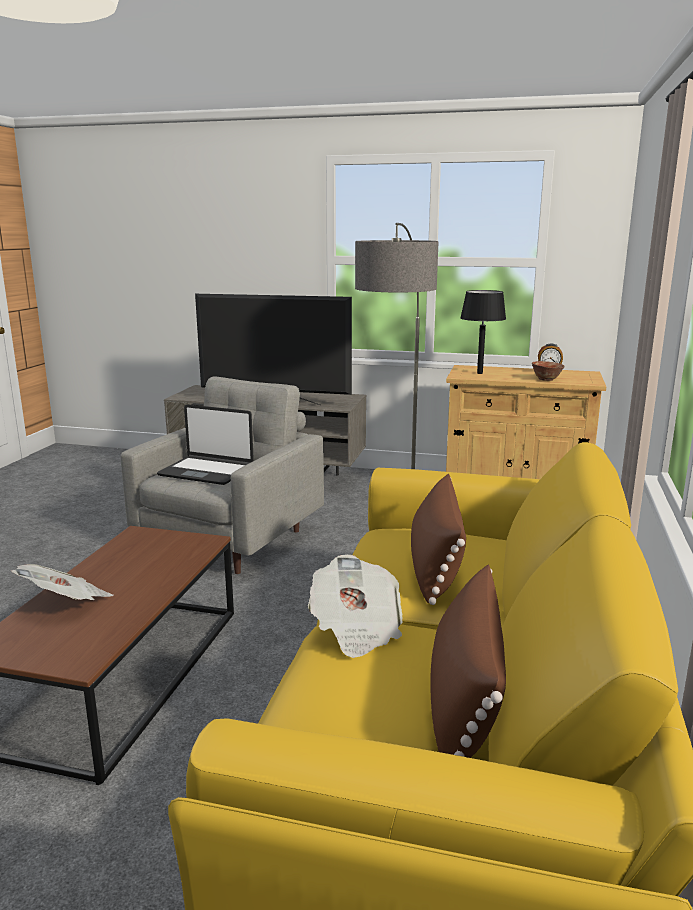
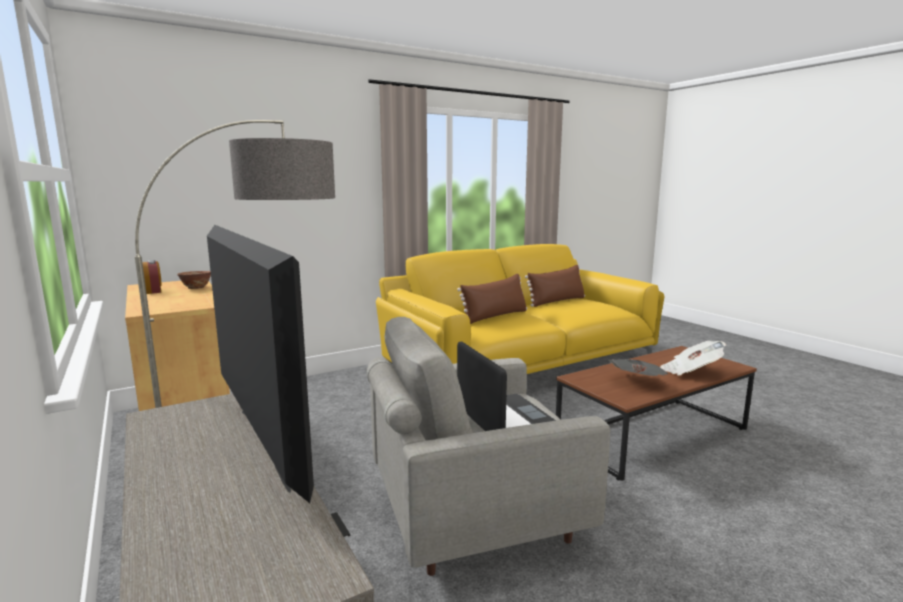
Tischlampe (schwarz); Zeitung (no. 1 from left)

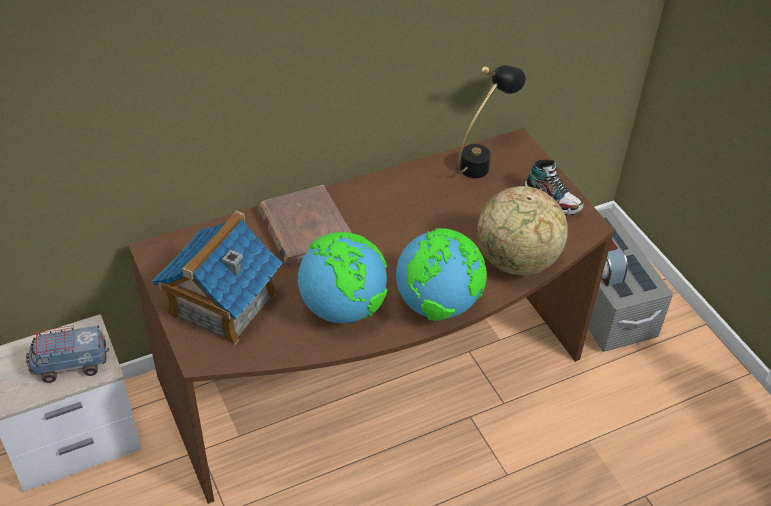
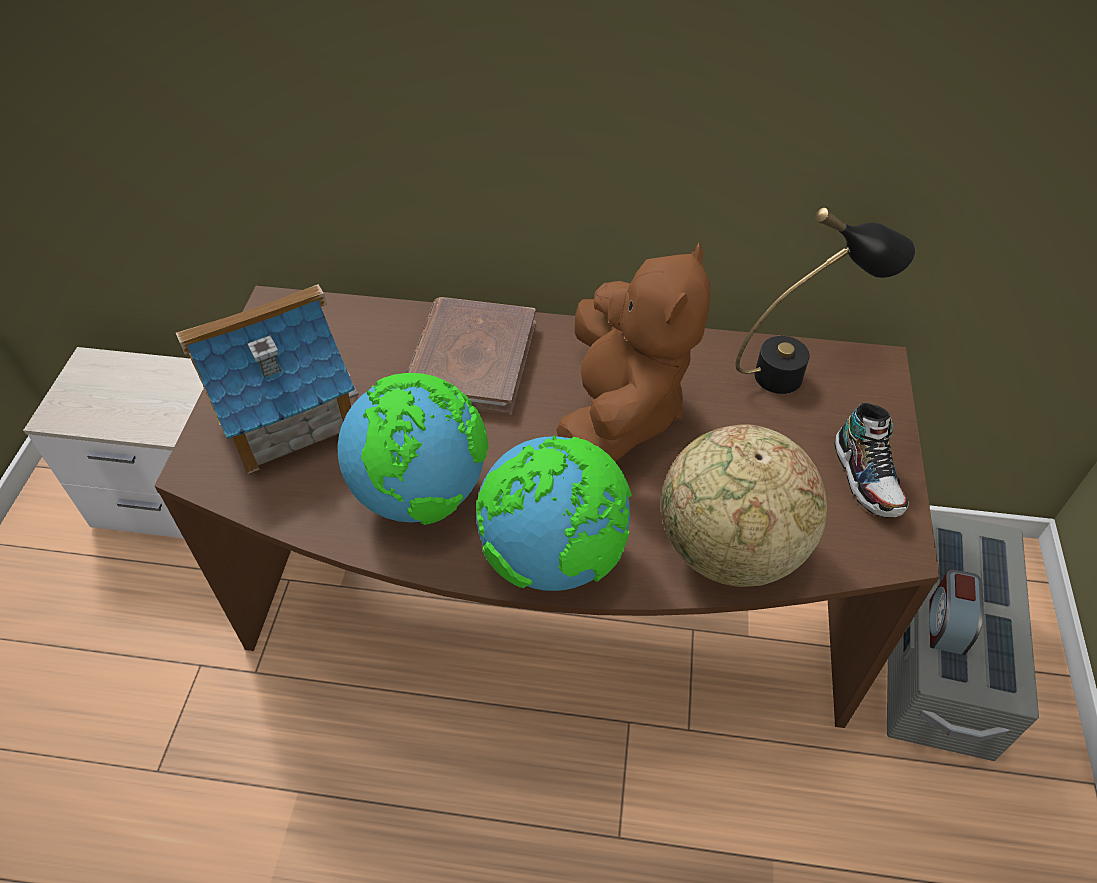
Spielzeuglaster; Plüschtier (braun)

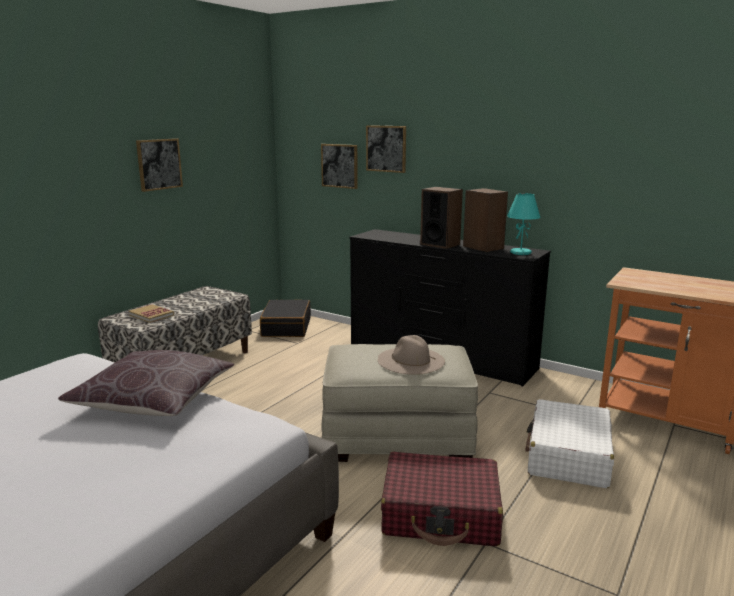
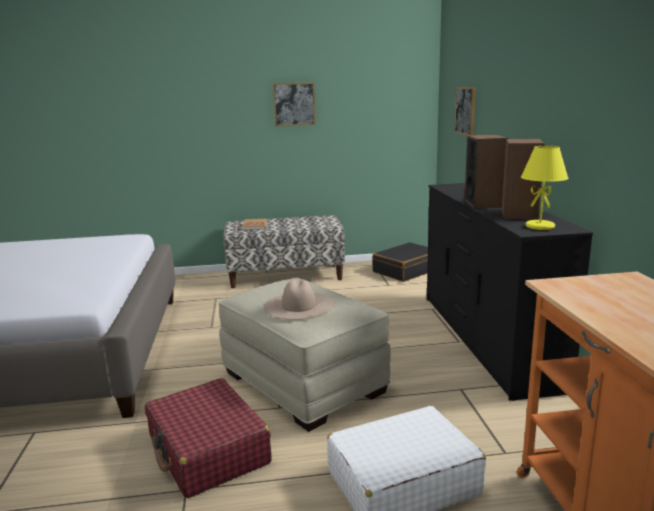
Kissen (braun); Bild (no. 3 from left in the first image); Tischlampe (gelb)

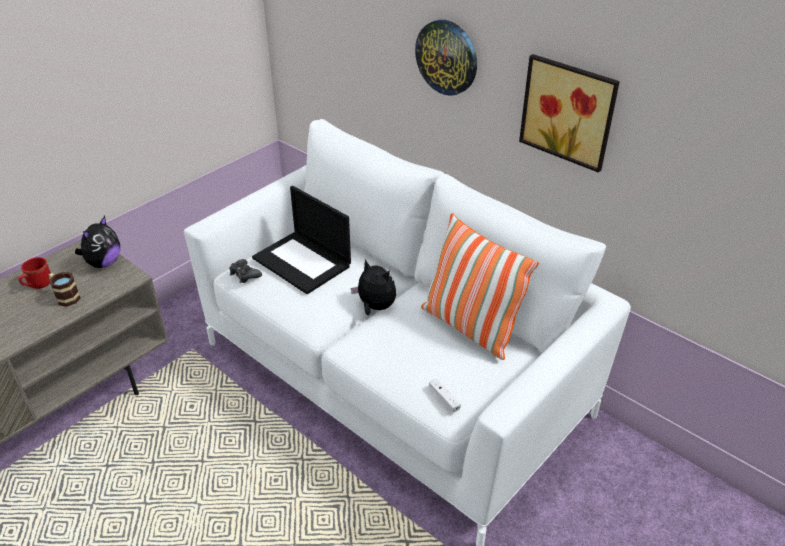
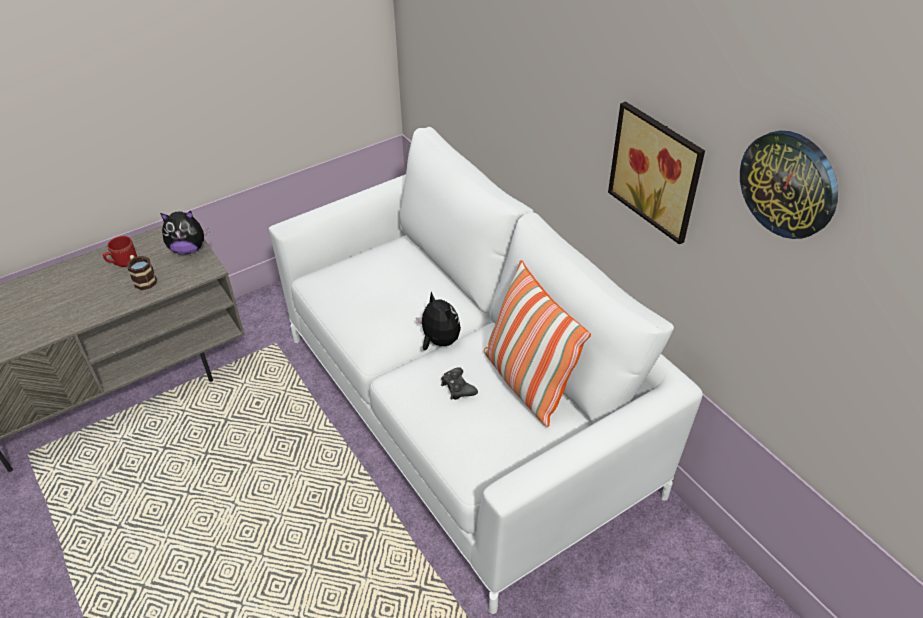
Laptop; Gamepad (weiß); Gamepad (schwarz); Wanduhr; Plüschtier (no. 1 from left)

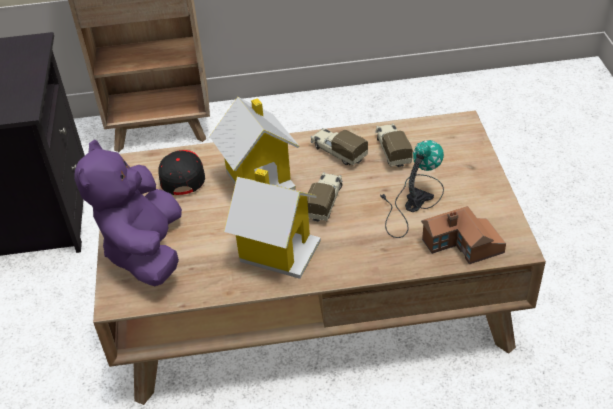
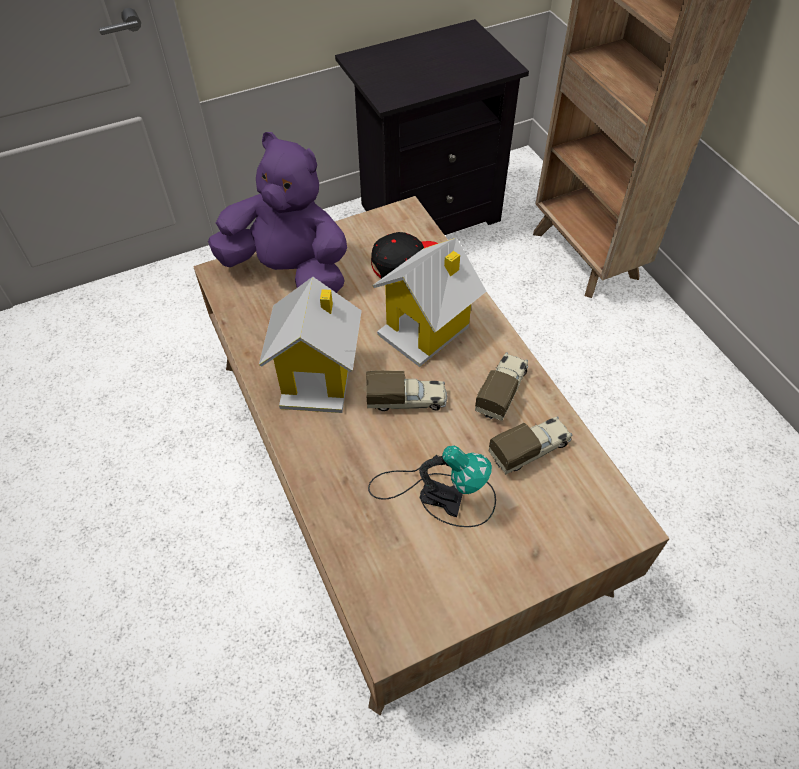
Spielzeughaus (no. 3 from left in the first image); Plüschtier (lila)

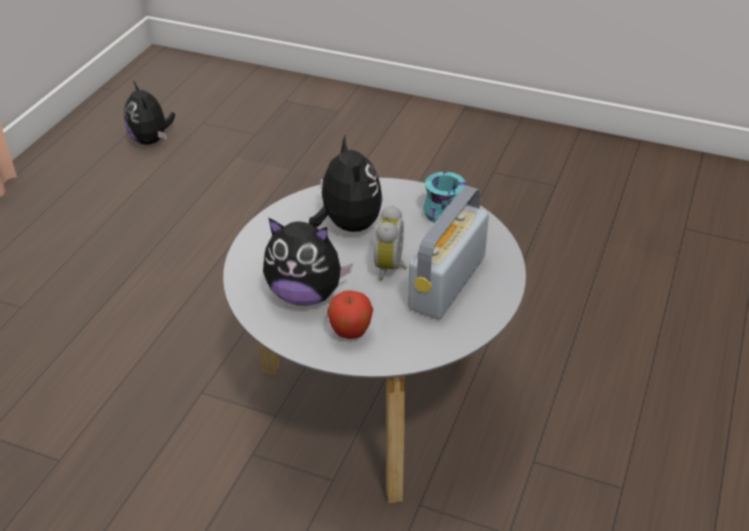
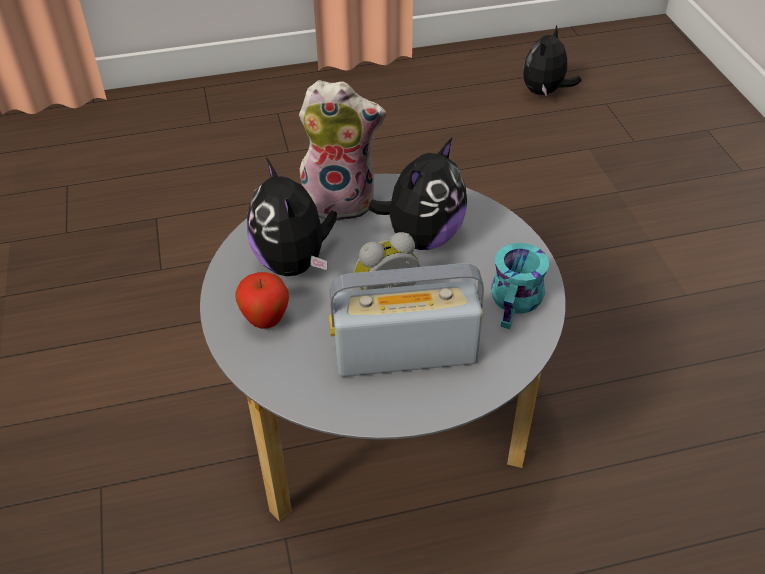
Plüschtier (no. 2 from left)

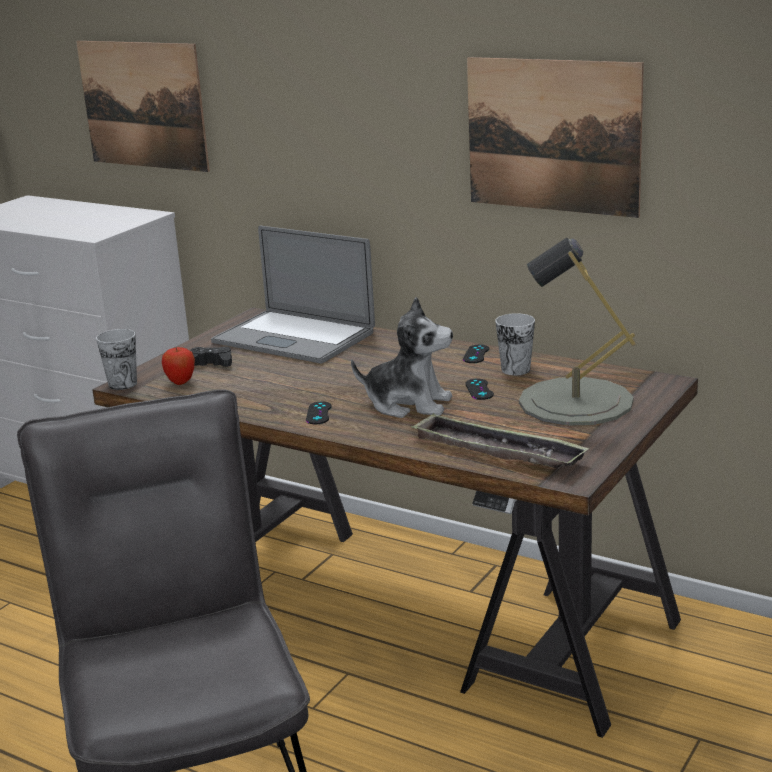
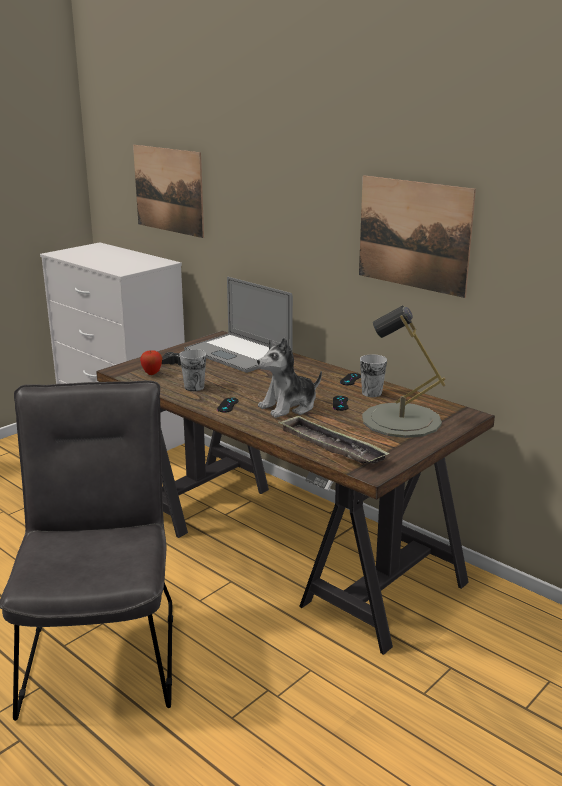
Tasse (no. 1 from left); Plüschtier

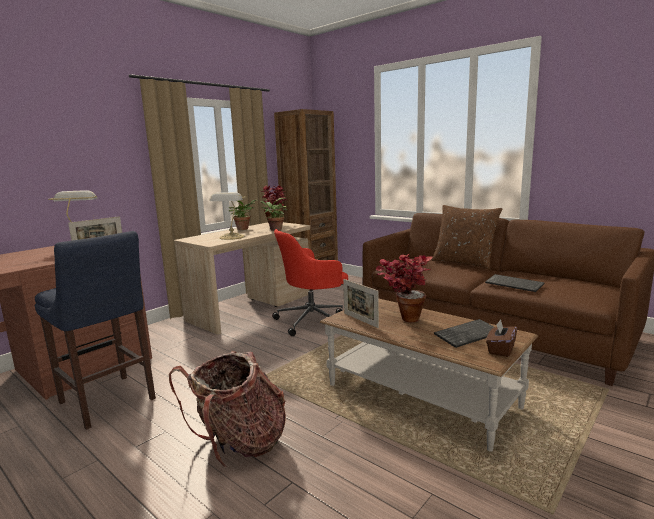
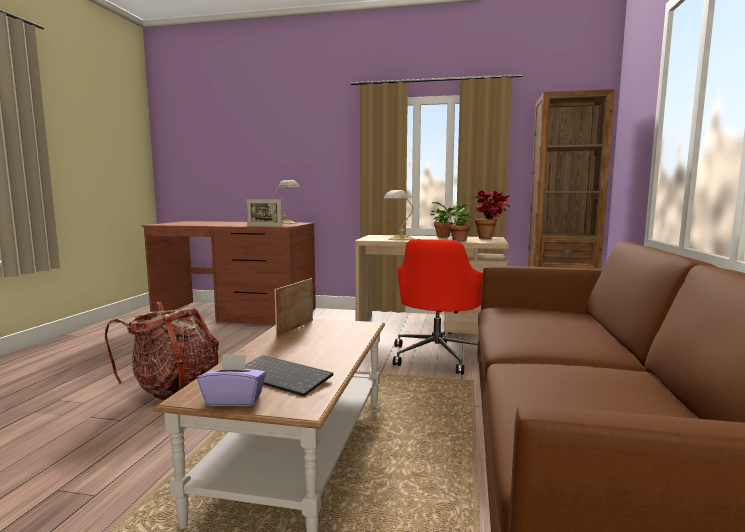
Hocker (blau); Topfpflanze (no. 4 from left in the first image); Kissen (braun); Tastatur (no. 2 from left in the first image); Taschentuchbox (lila); Bürostuhl (rot)

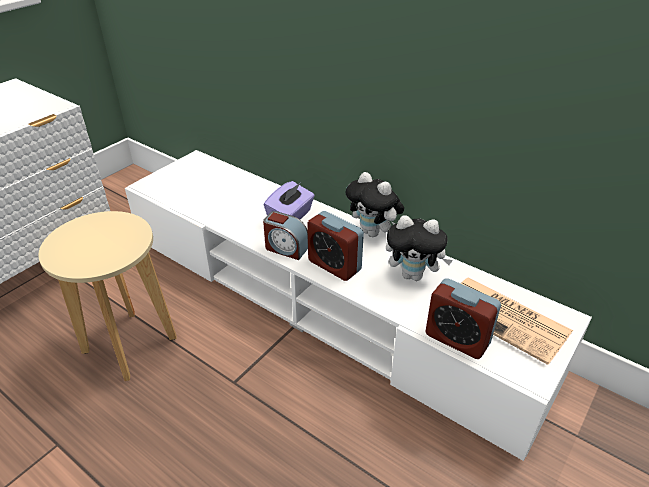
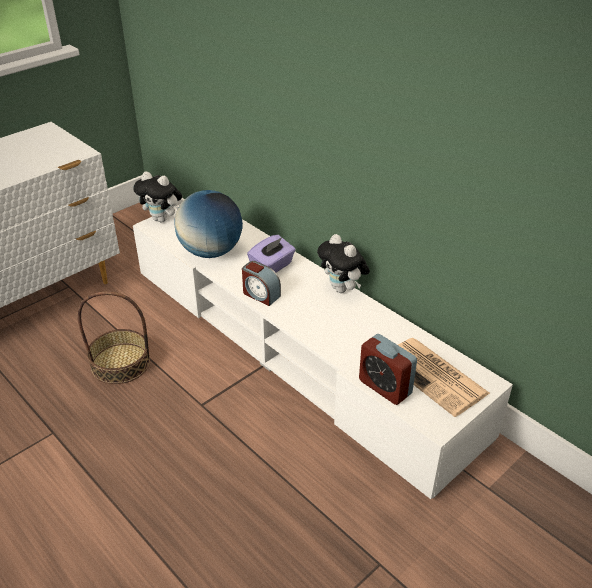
Wecker (no. 2 from left in the first image); Globus; Plüschtier (no. 1 from left); Korb

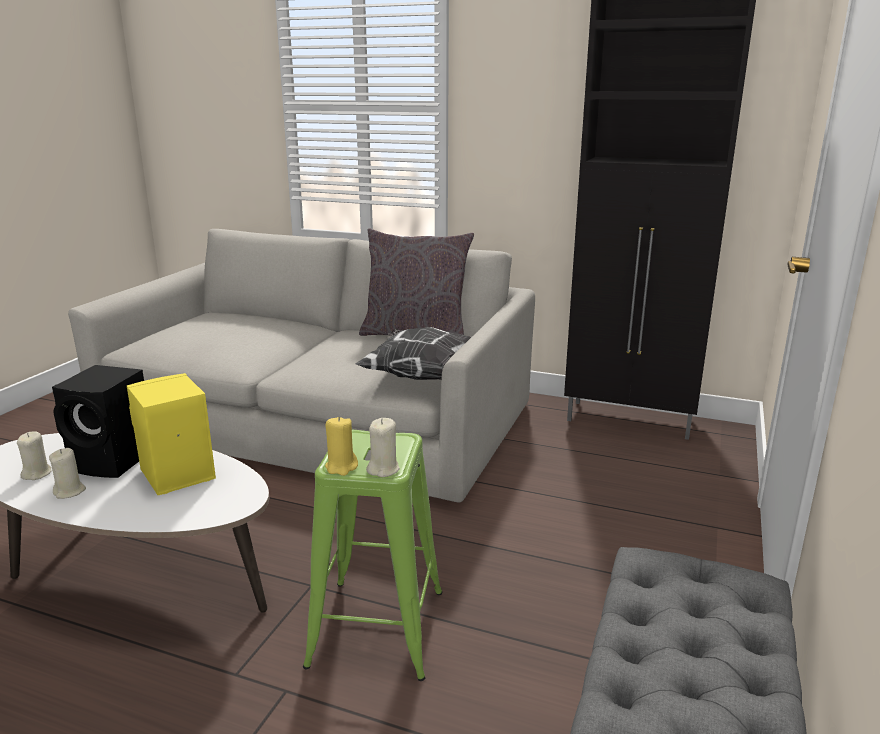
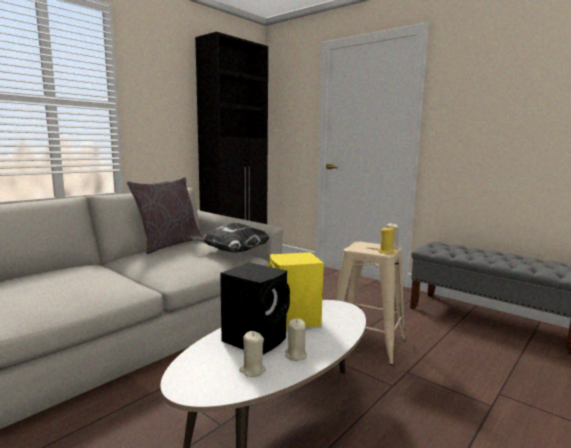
Hocker (beige)

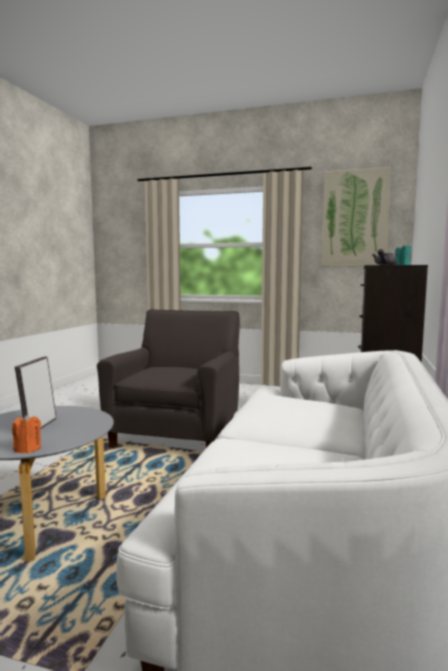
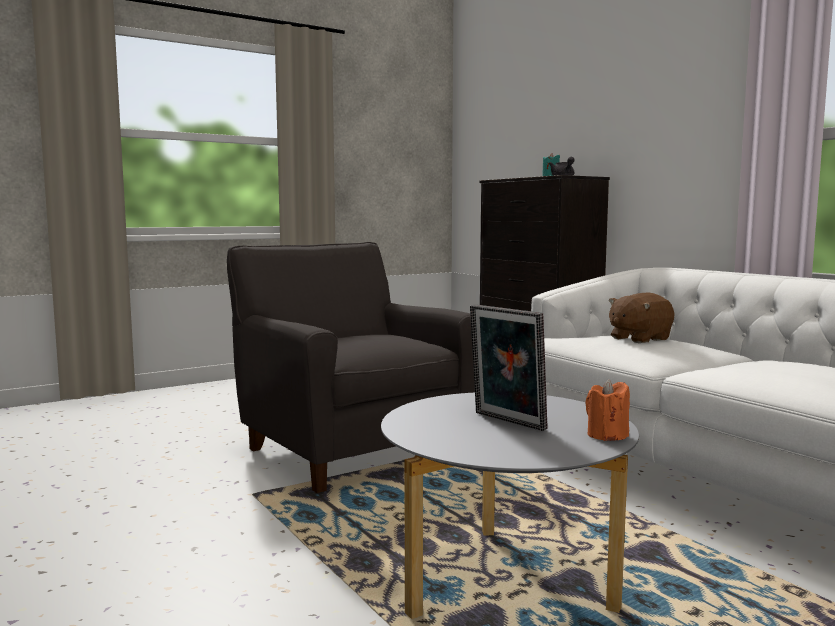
Bild; Plüschtier (braun)

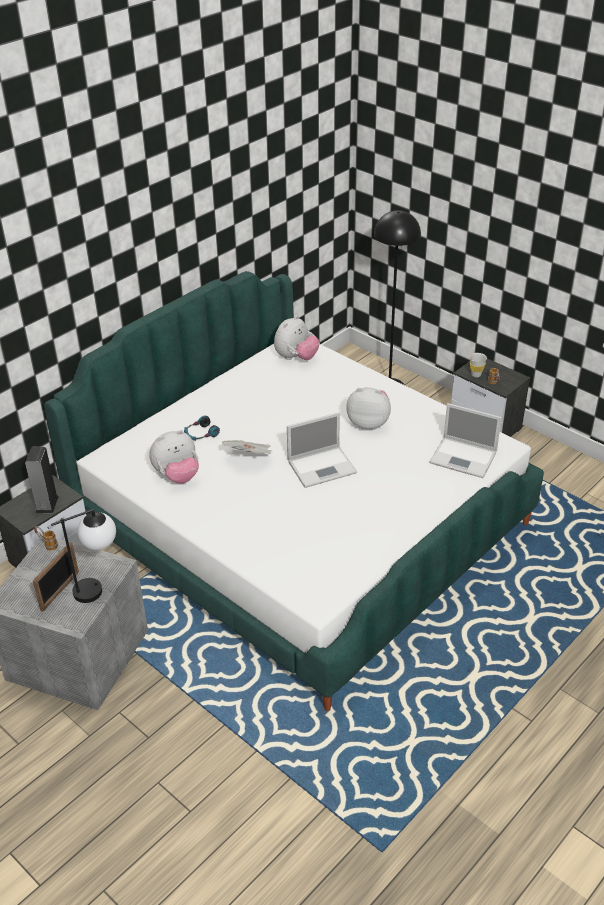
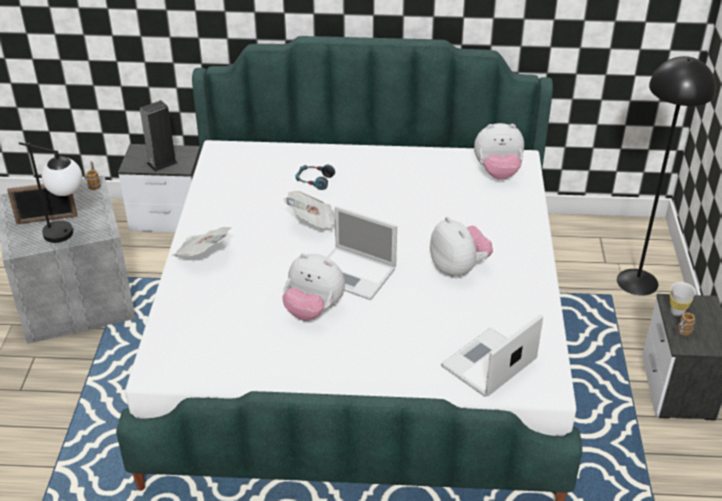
Zeitung (no. 1 from left); Plüschtier (no. 1 from left); Laptop (no. 2 from left)

